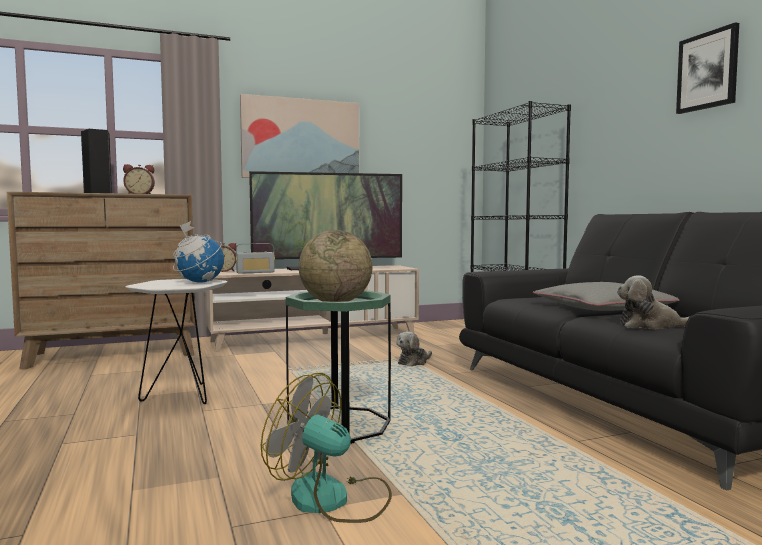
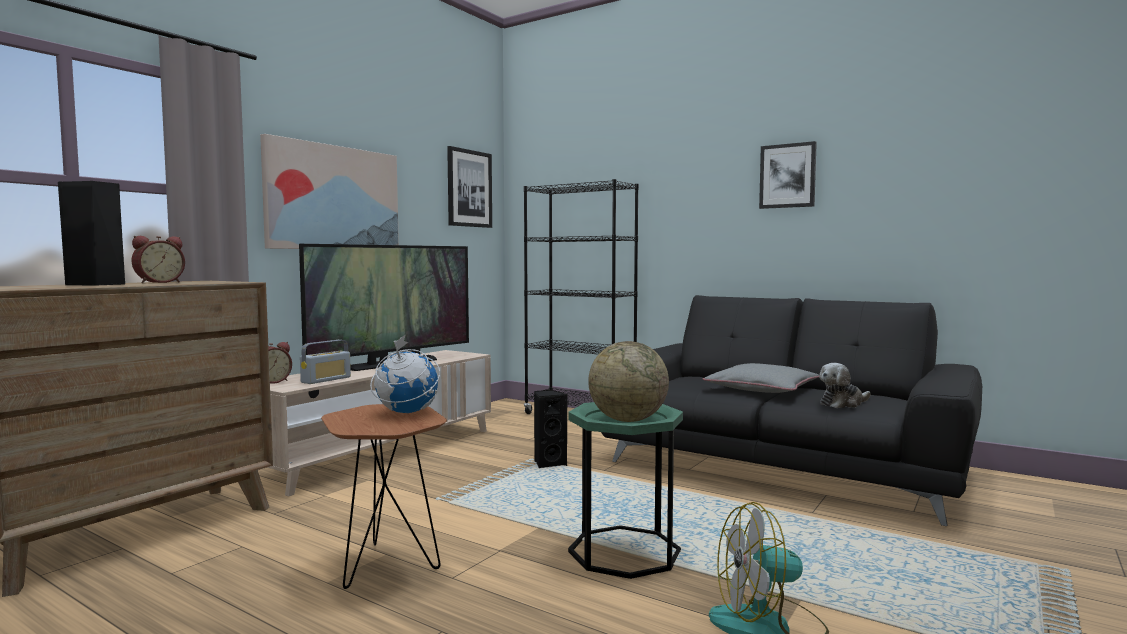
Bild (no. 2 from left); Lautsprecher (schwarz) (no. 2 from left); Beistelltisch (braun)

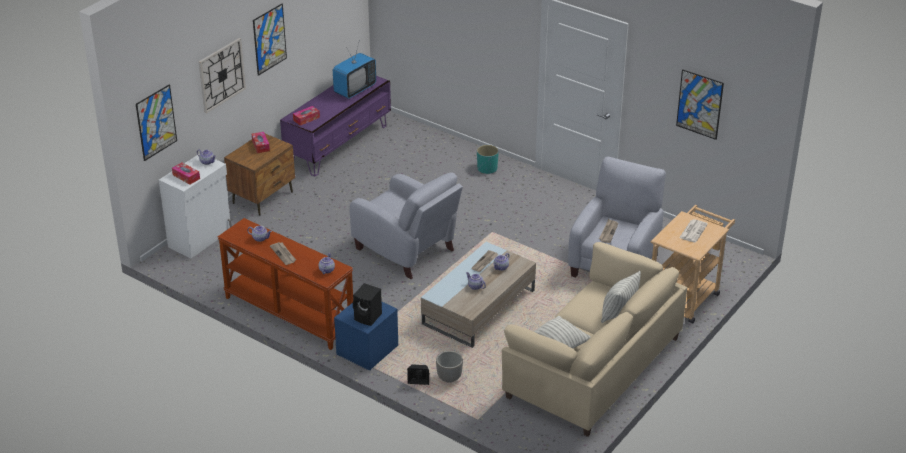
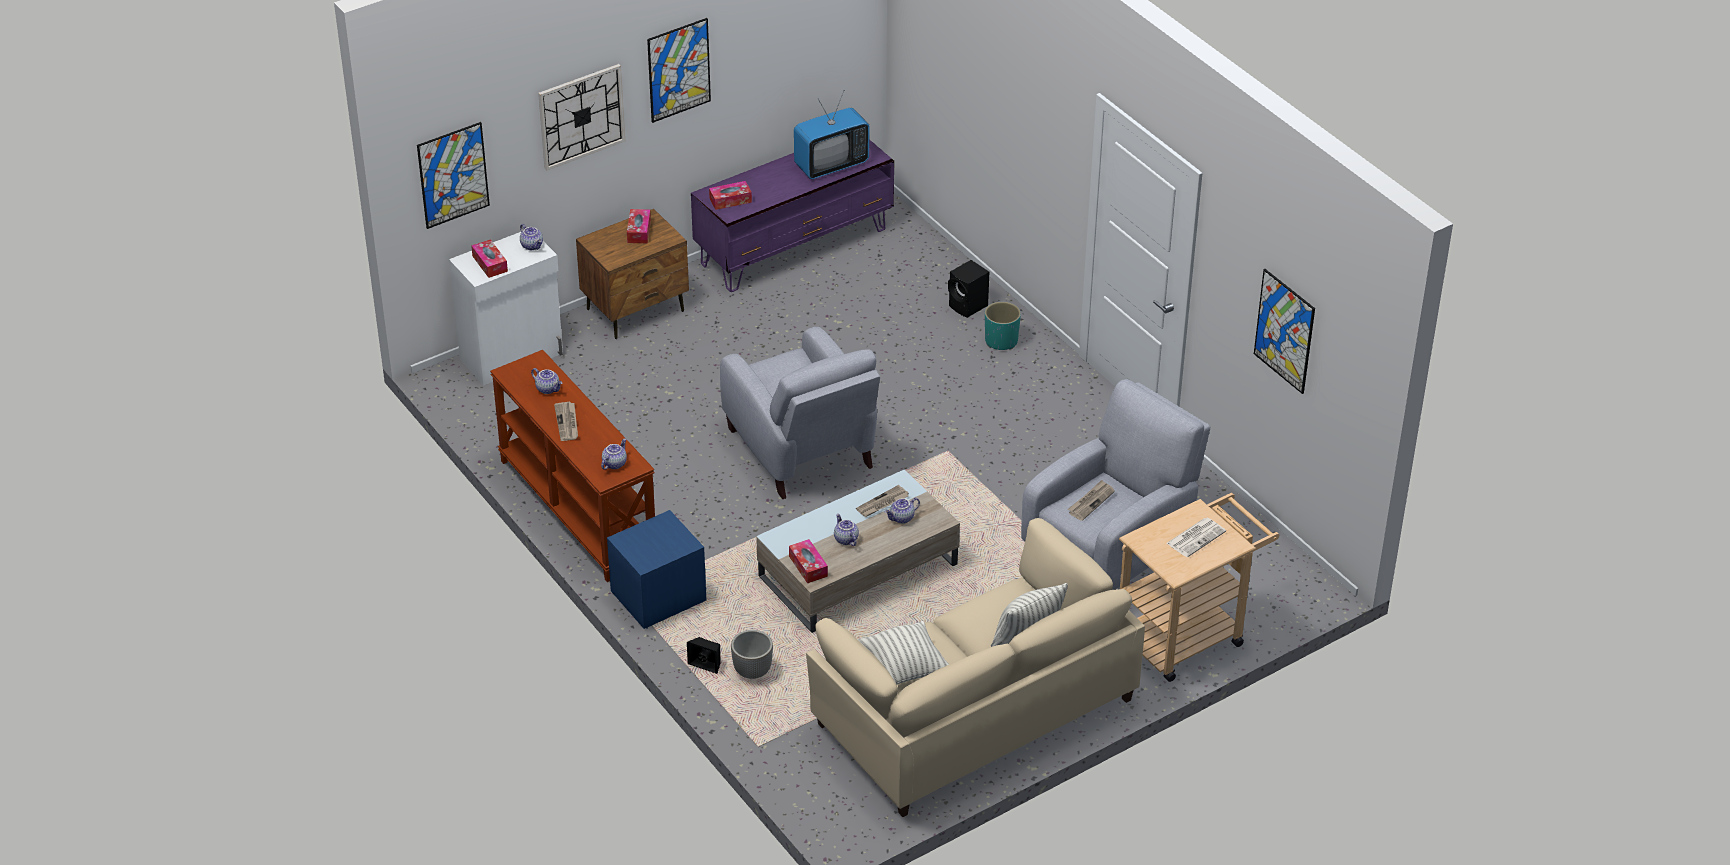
Taschentuchbox (no. 4 from left); Lautsprecher (schwarz) (no. 2 from left)

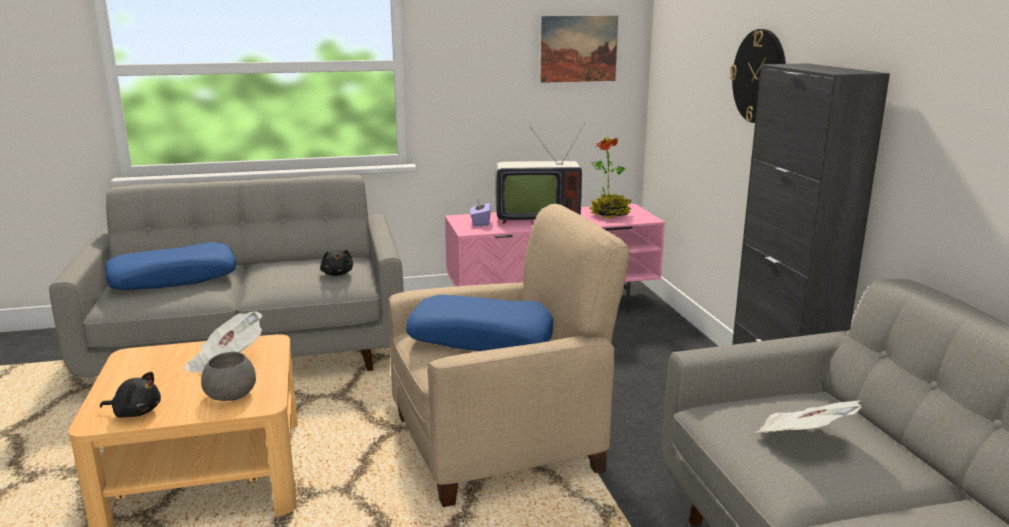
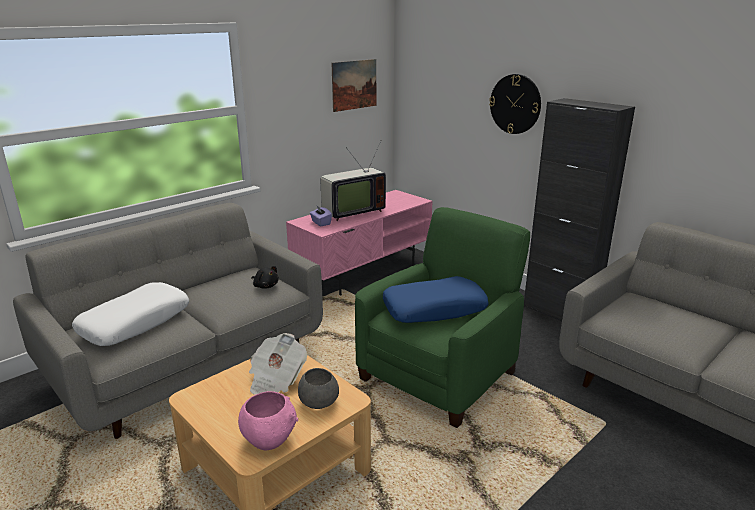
Topfpflanze; Zeitung (no. 2 from left in the first image); Schüssel (rosa); Kissen (weiß); Sessel (grün)

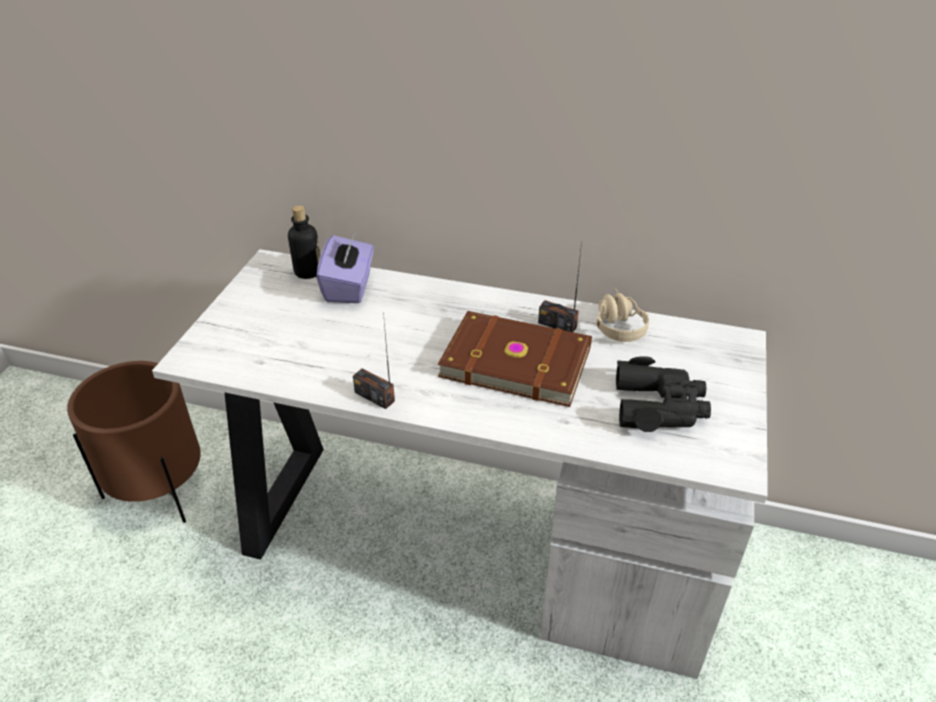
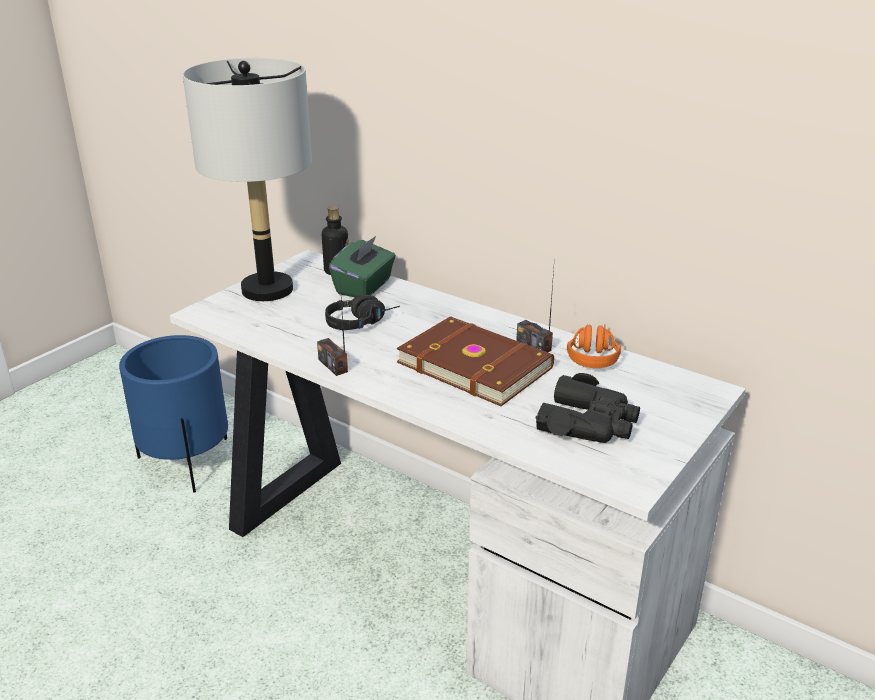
Tischlampe (grau); Kopfhörer (schwarz); Pflanzkübel (blau); Taschentuchbox (grün); Kopfhörer (orange)

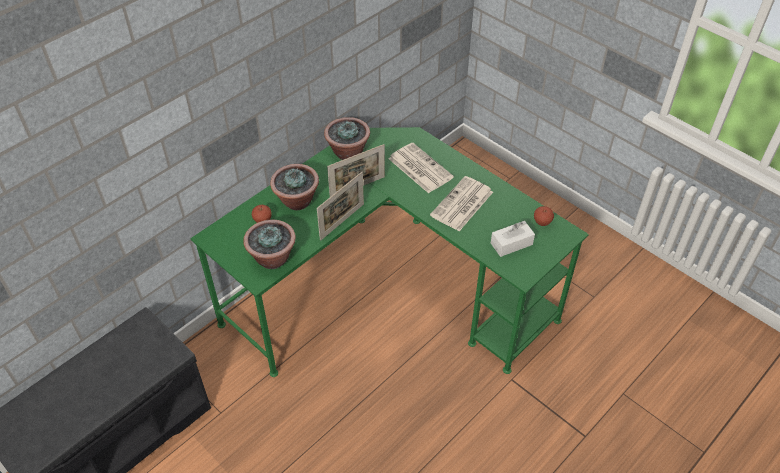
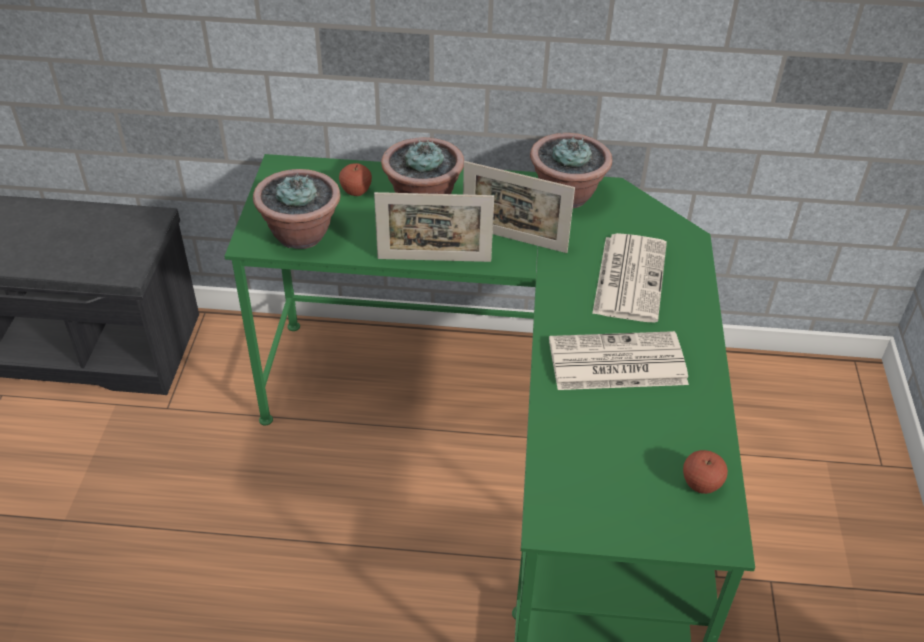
Taschentuchbox (weiß)

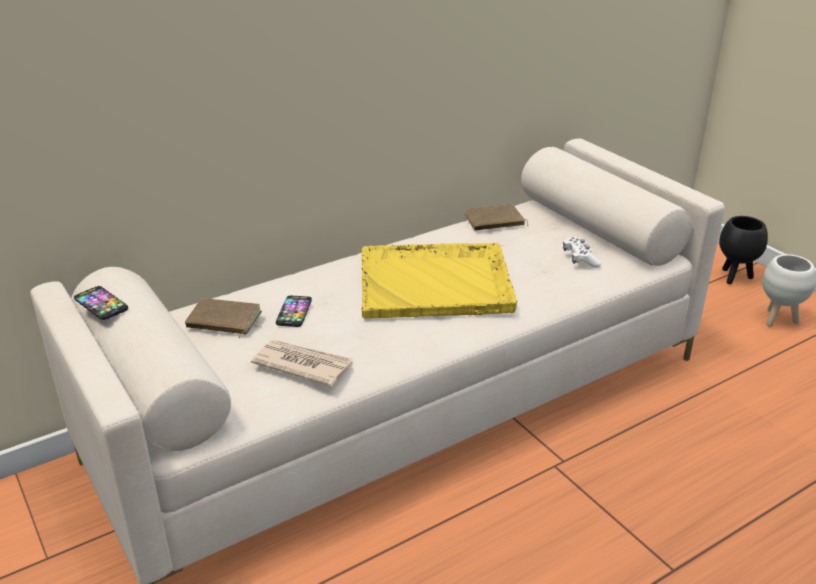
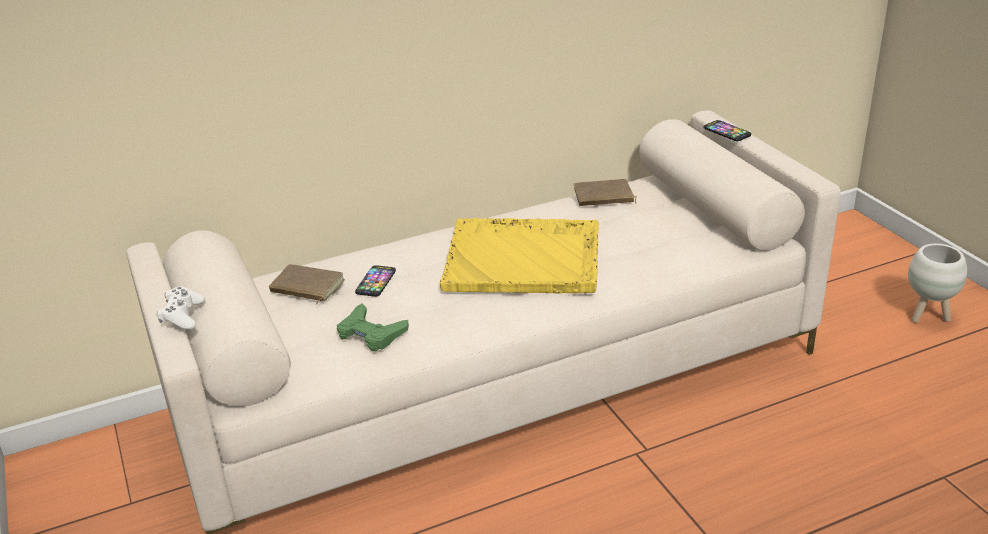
Pflanzkübel (schwarz); Handy (no. 2 from left); Gamepad (weiß); Gamepad (grün)

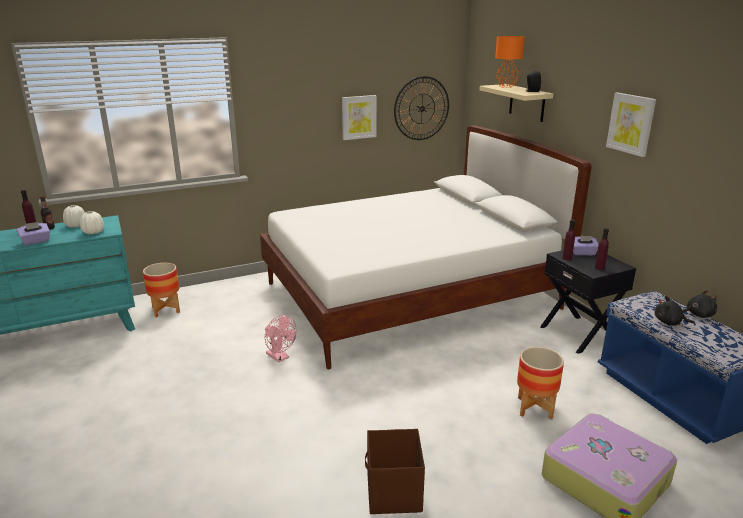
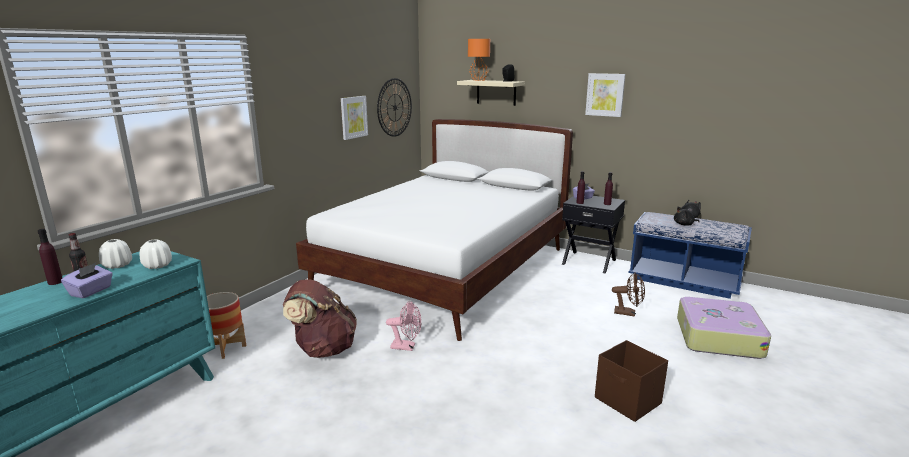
Rucksack (braun); Ventilator (braun)

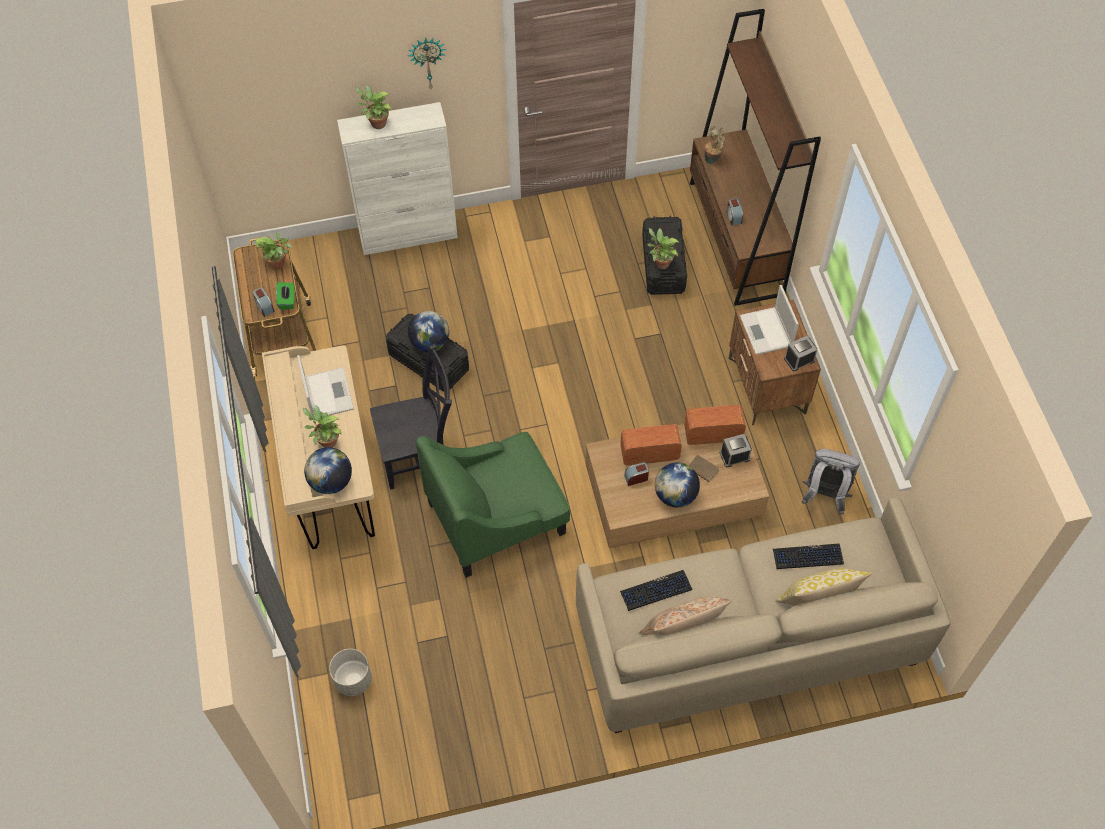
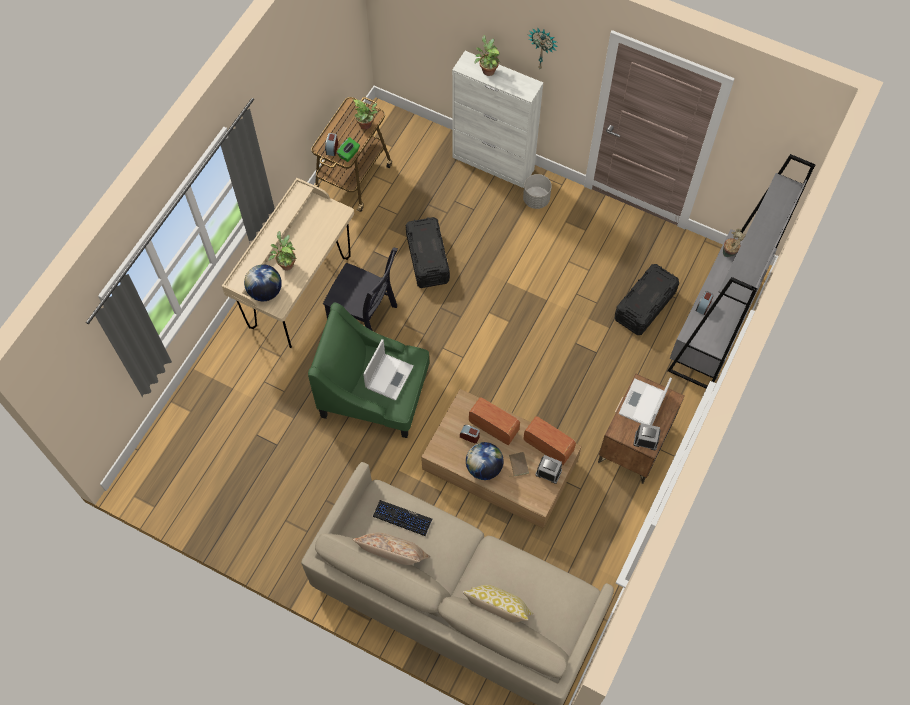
Globus (no. 2 from left in the first image); Topfpflanze (no. 4 from left in the first image); Tastatur (no. 2 from left in the first image); Rucksack (grau); Laptop (no. 1 from left); Pflanzkübel (grau); Bücherregal (grau)

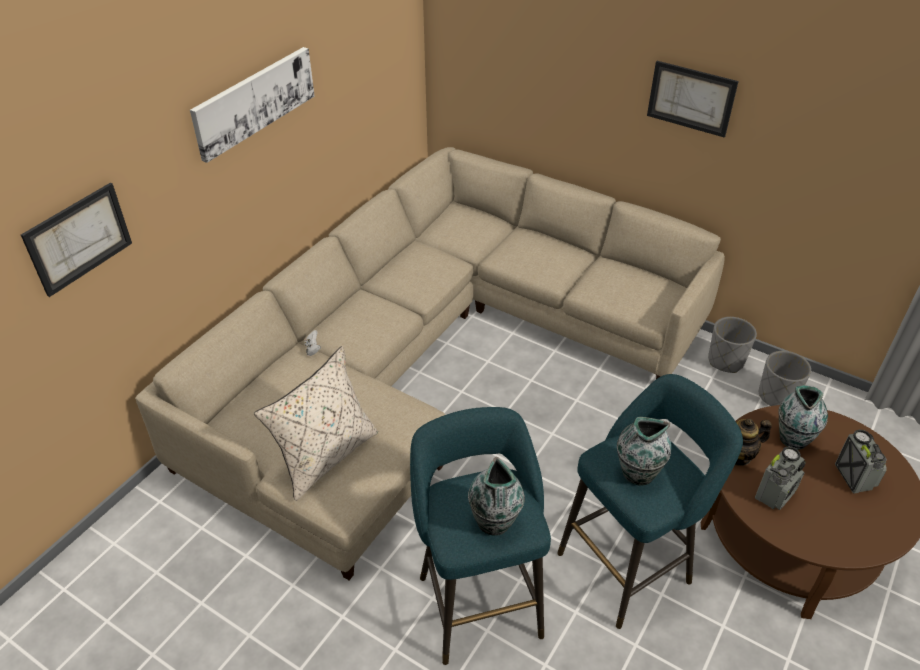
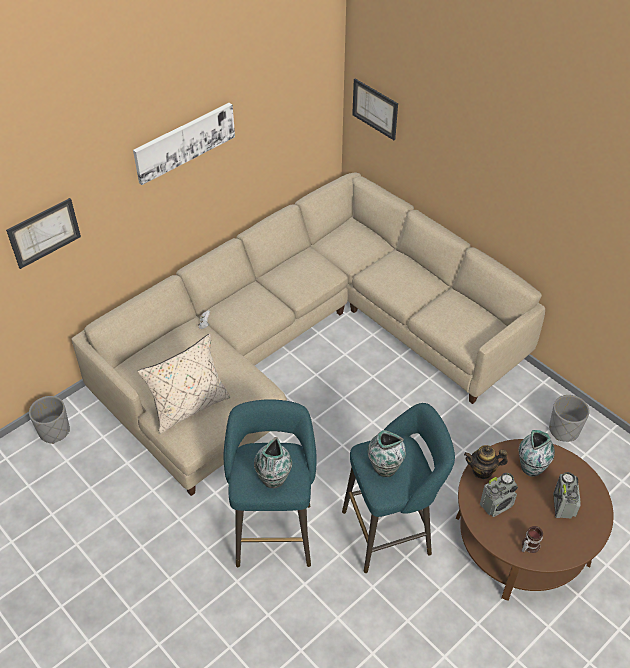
Henkelbecher; Bild (no. 3 from left); Pflanzkübel (grau) (no. 1 from left)

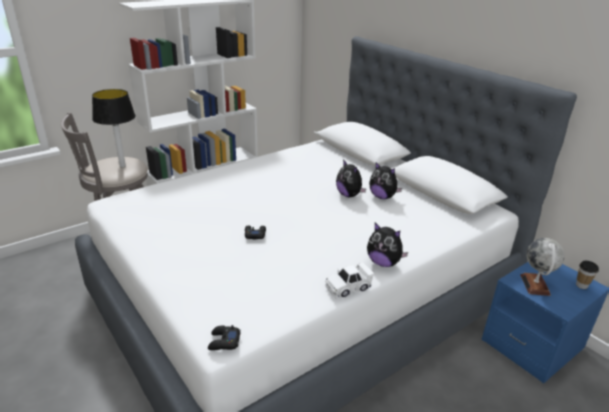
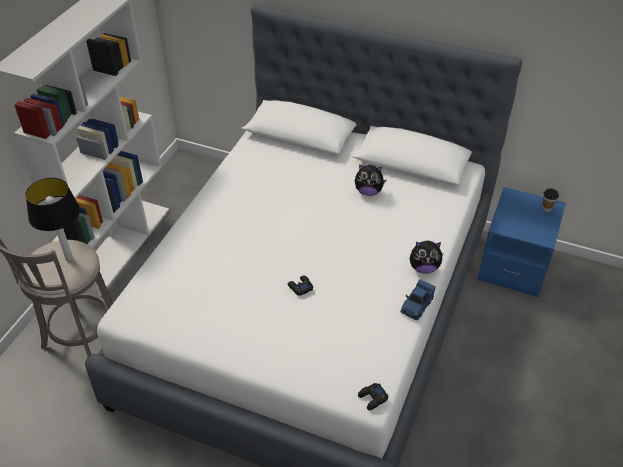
Plüschtier (no. 1 from left in the first image); Globus; Spielzeugauto (blau)

